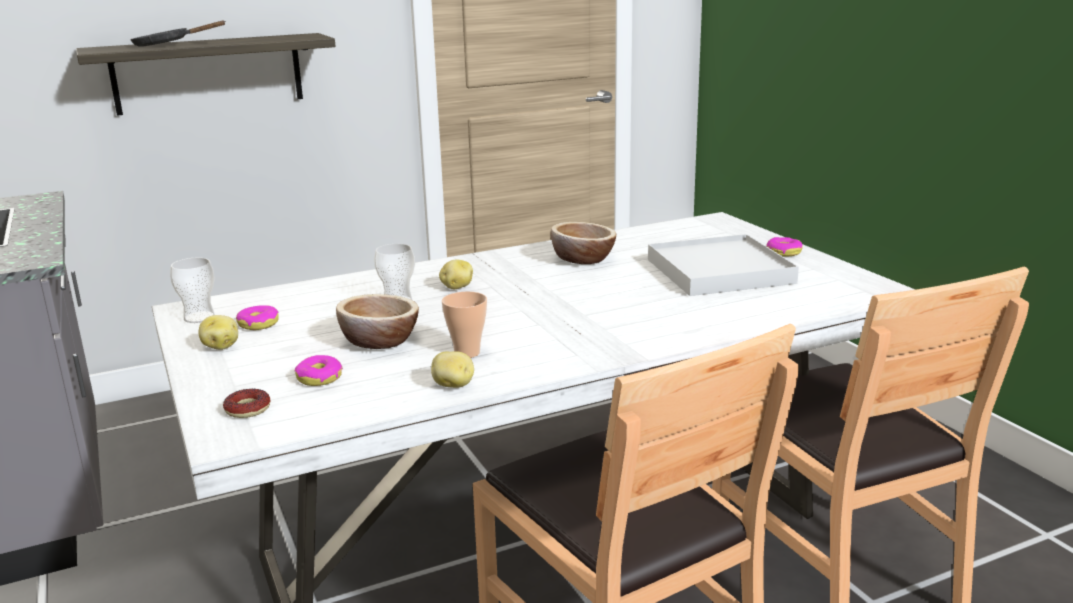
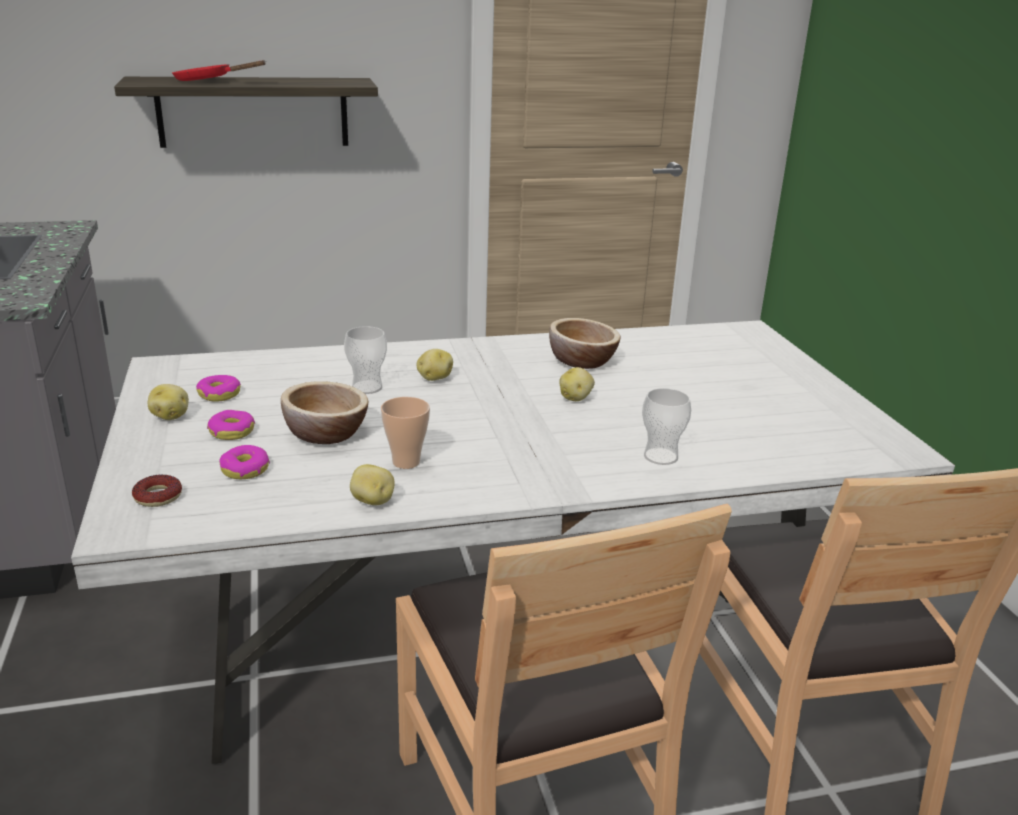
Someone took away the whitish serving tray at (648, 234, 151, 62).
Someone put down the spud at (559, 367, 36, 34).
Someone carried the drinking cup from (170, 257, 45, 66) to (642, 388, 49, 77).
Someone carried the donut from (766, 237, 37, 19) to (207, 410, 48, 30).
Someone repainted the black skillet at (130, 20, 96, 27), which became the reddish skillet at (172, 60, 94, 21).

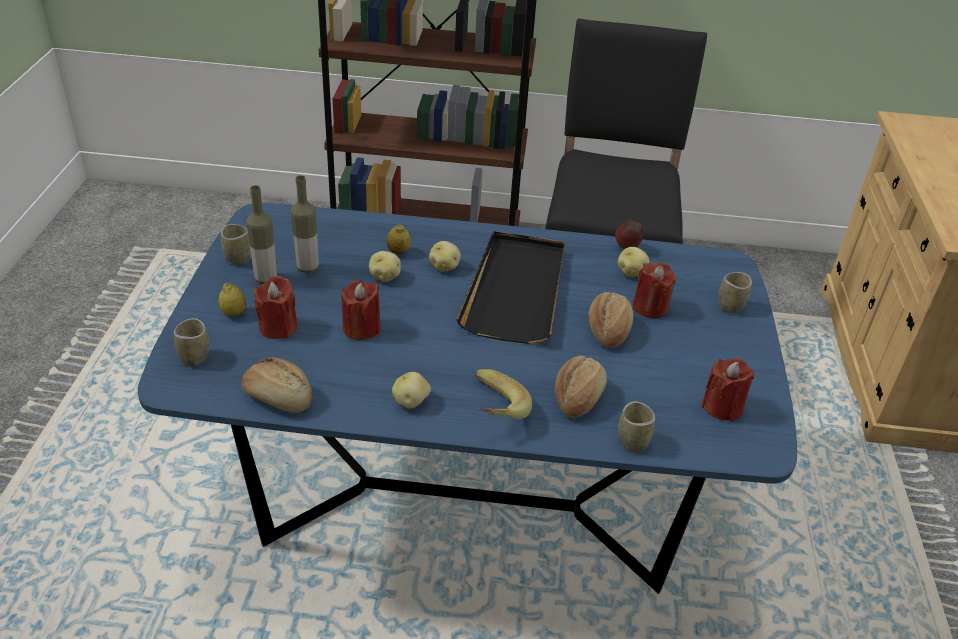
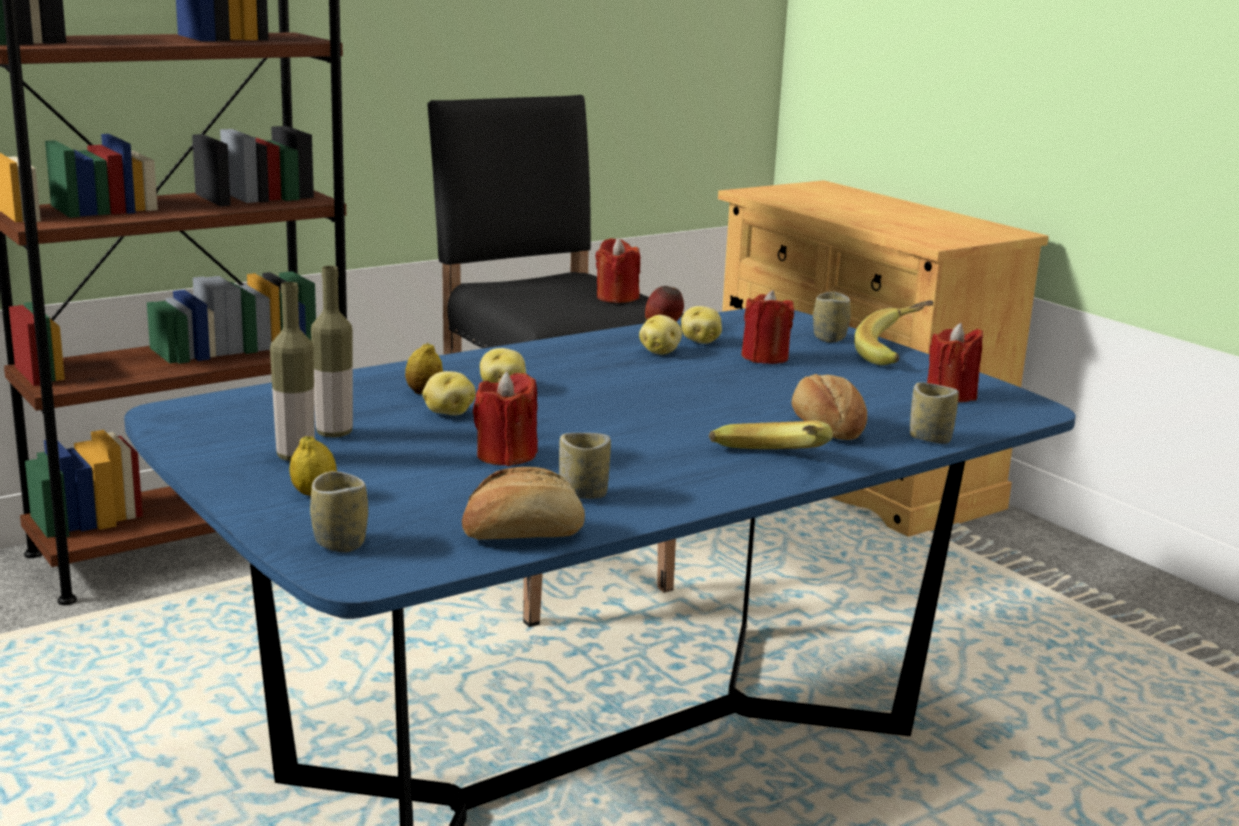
Someone took away the black serving tray at (457, 231, 107, 113).
Someone took away the baked bread at (589, 292, 44, 56).
Someone put down the banana at (854, 300, 79, 65).
Someone carried the drinking cup from (221, 224, 30, 41) to (559, 433, 52, 66).
Someone carried the reddish candle from (254, 276, 44, 63) to (595, 238, 45, 65).
Someone carried the spud from (392, 372, 39, 37) to (639, 315, 43, 39).

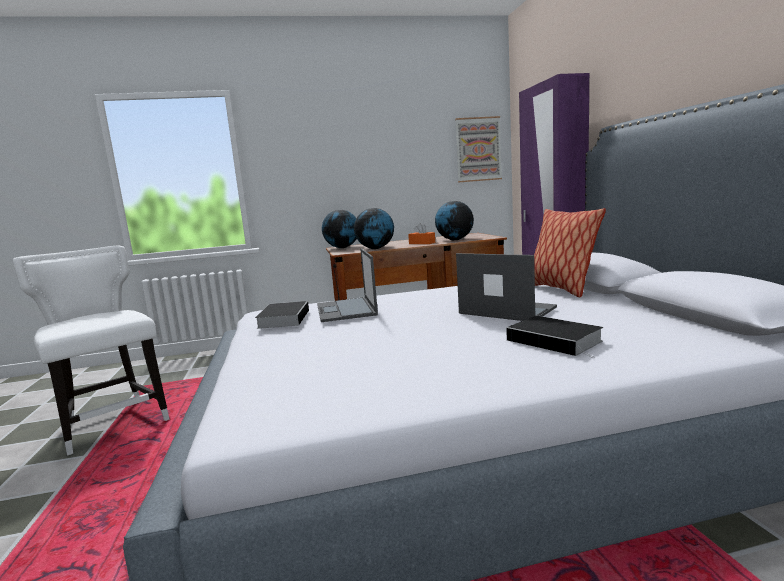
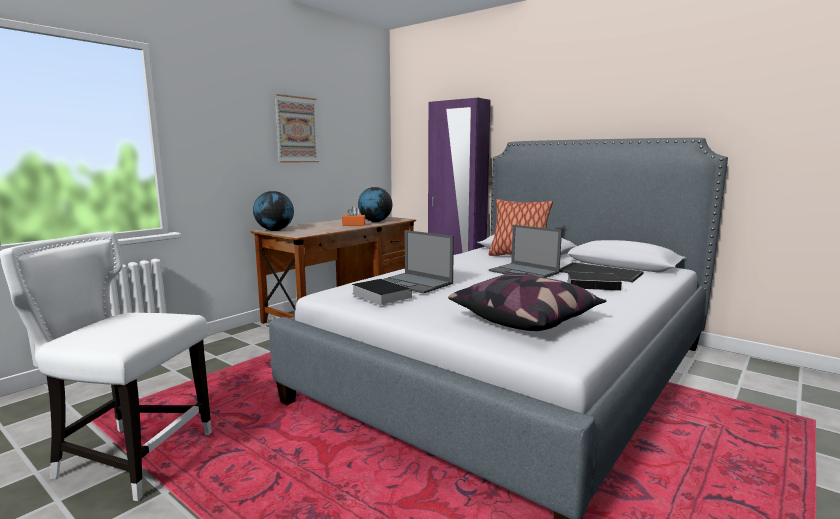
Someone took away the desk globe at (354, 208, 40, 41).
Someone put down the cushion at (448, 273, 159, 58).
Someone put down the serving tray at (560, 262, 84, 20).
Someone carried the picture from (455, 116, 47, 66) to (274, 94, 45, 69).
Someone rotated the notebook computer at (456, 253, 101, 68) by 135 degrees counterclockwise.

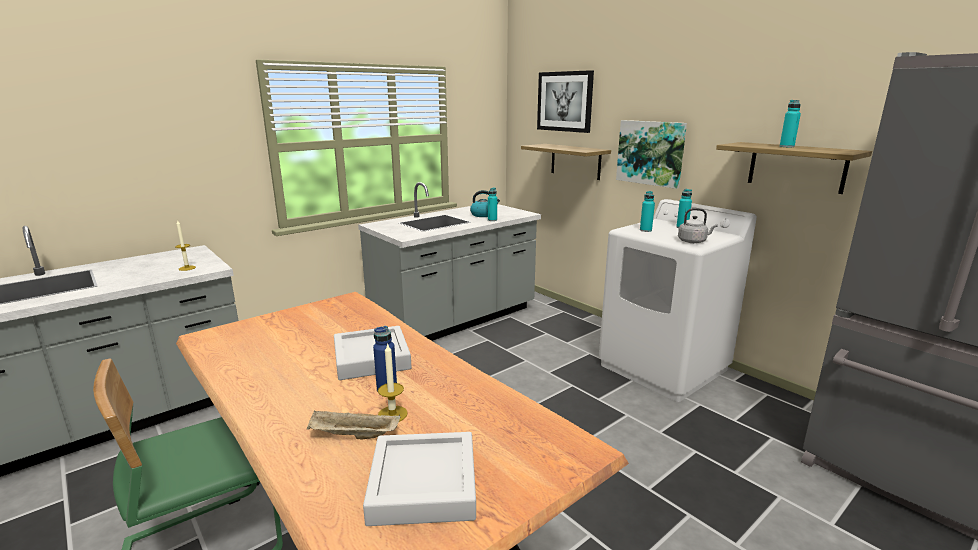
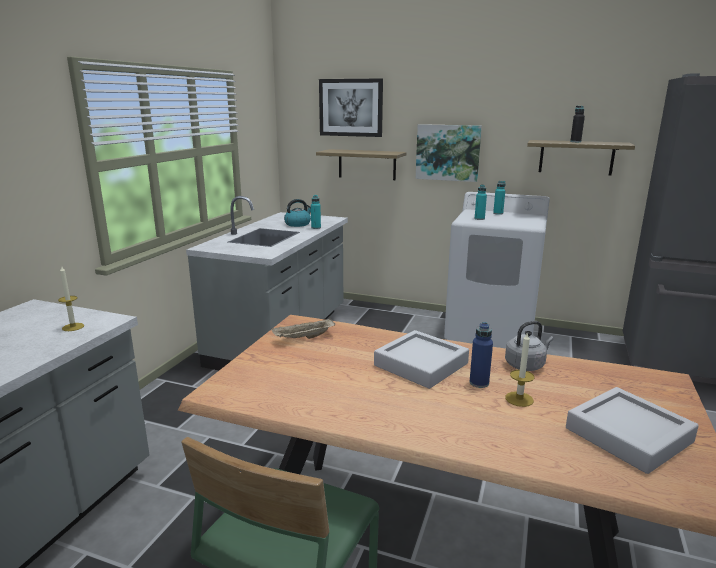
Someone carried the beige-coloured serving tray from (307, 410, 93, 30) to (271, 318, 64, 21).
Someone carried the grey kettle from (678, 208, 40, 35) to (505, 321, 49, 50).
Someone repainted the blue-green drink bottle at (780, 100, 21, 47), which became the black drink bottle at (570, 106, 15, 36).

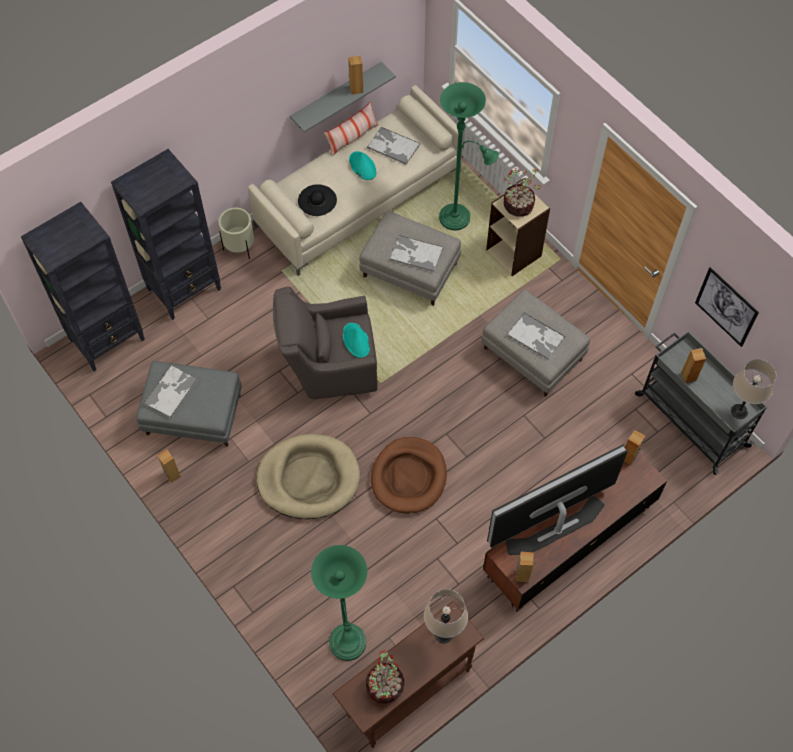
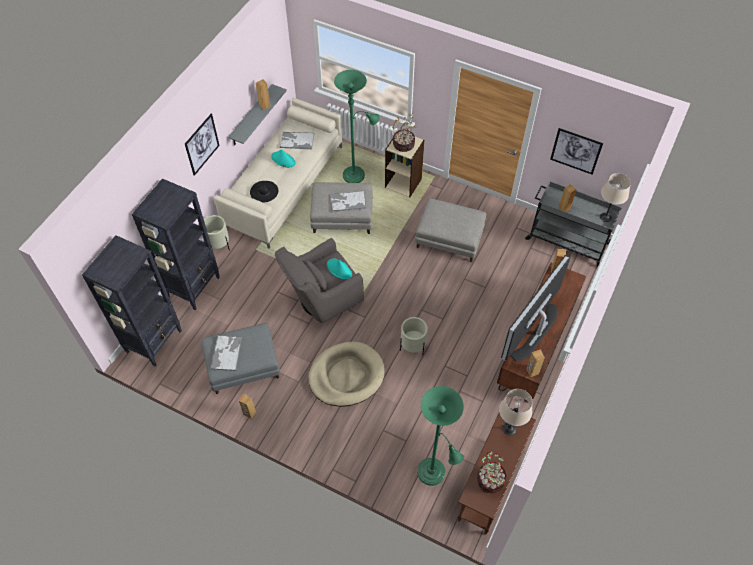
Someone took away the cushion at (324, 102, 54, 54).
Someone took away the serving tray at (507, 312, 58, 48).
Someone put up the picture at (185, 113, 35, 63).
Someone swapped the brown dog bed at (371, 437, 76, 76) for the beige-coloured plant pot at (400, 317, 28, 38).

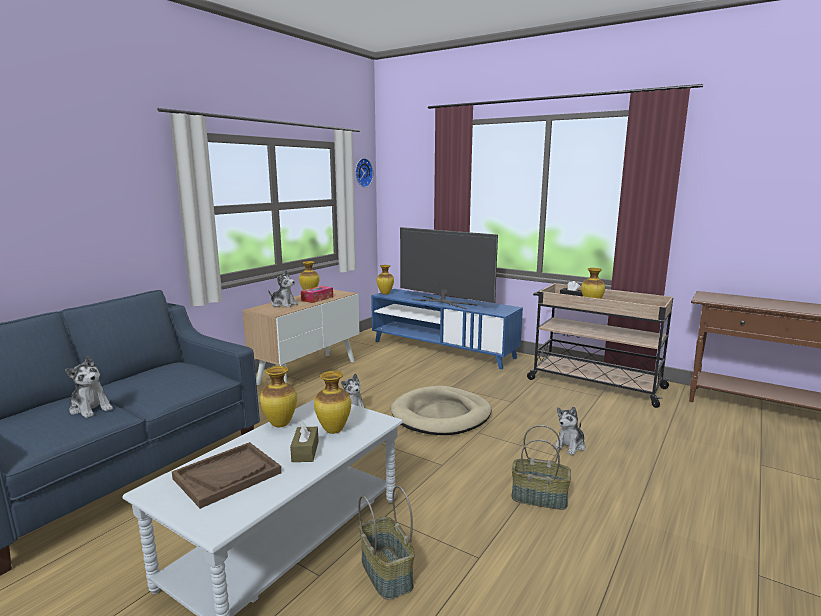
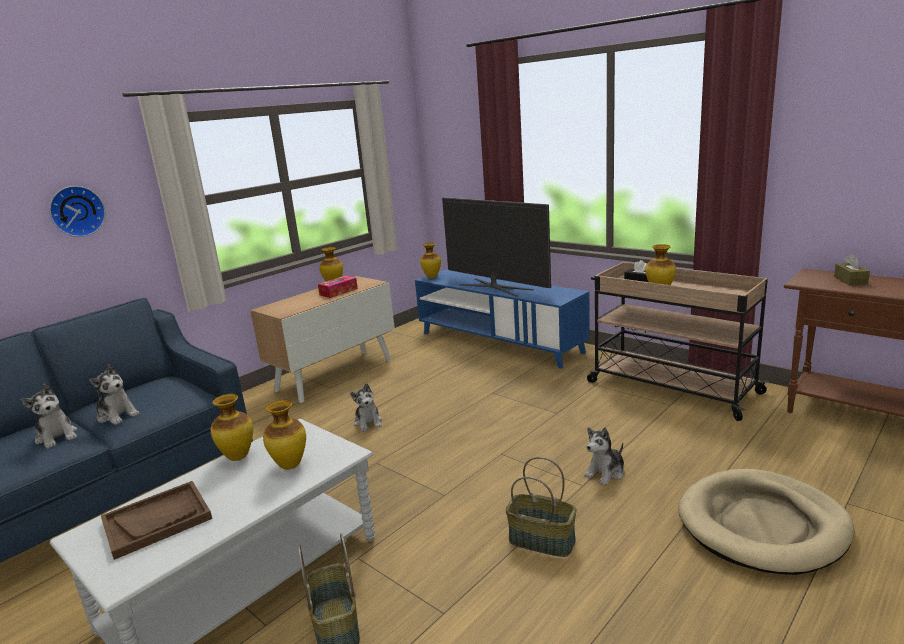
Someone carried the soft toy from (268, 270, 30, 38) to (89, 364, 51, 61).
Someone carried the brown tissue holder from (290, 420, 29, 42) to (834, 254, 36, 32).
Someone carried the wall clock from (355, 158, 18, 29) to (49, 186, 57, 51).
Someone carried the beige-coloured dog bed from (391, 386, 101, 49) to (678, 469, 177, 106).

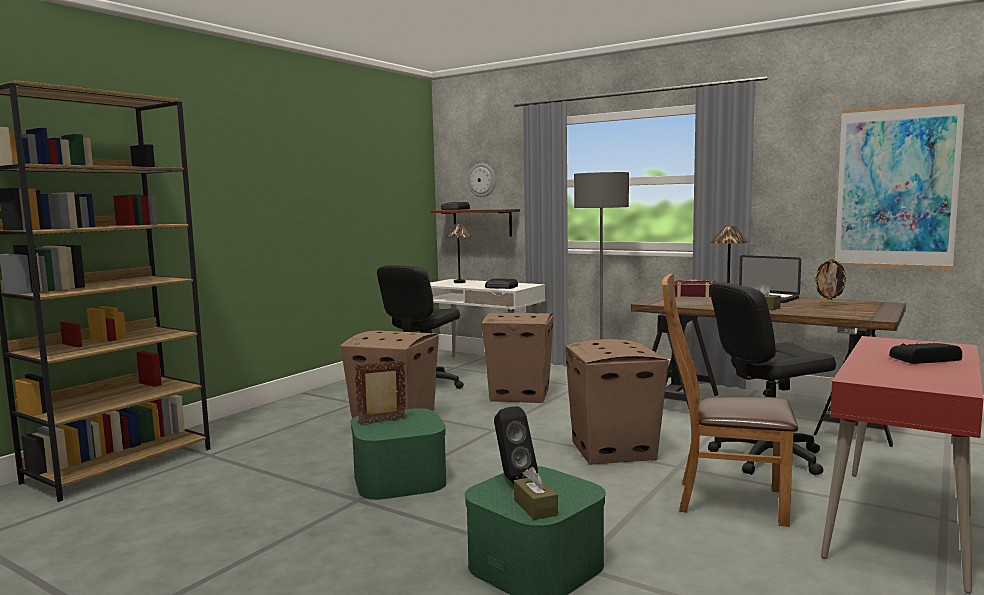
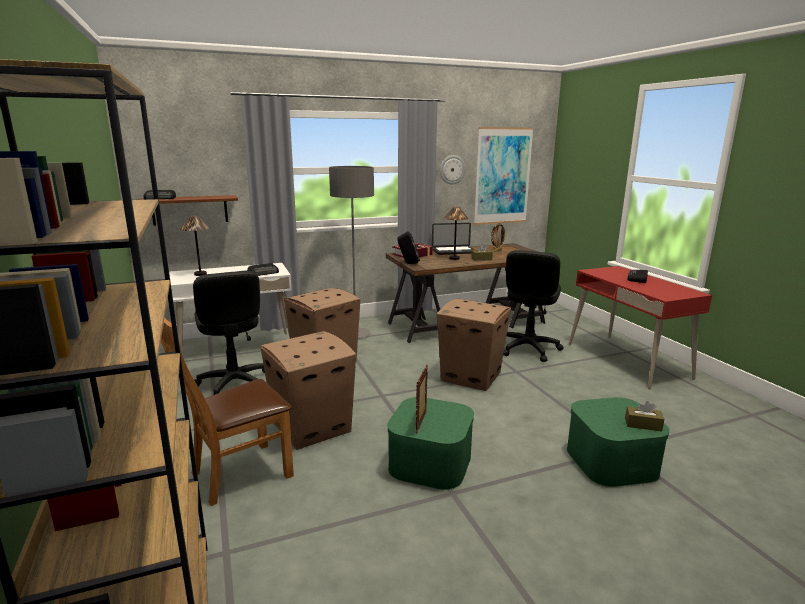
Someone carried the wall clock from (468, 163, 28, 34) to (440, 155, 26, 29).
Someone carried the black loudspeaker from (494, 406, 44, 78) to (397, 231, 23, 33).
Someone carried the brown upright chair from (662, 274, 136, 253) to (161, 318, 133, 188).

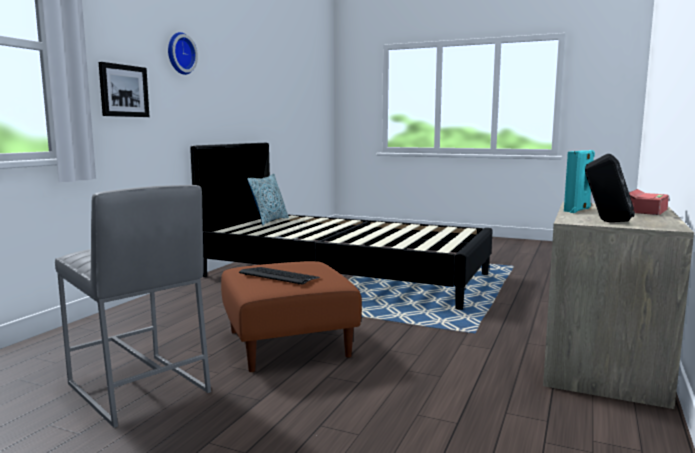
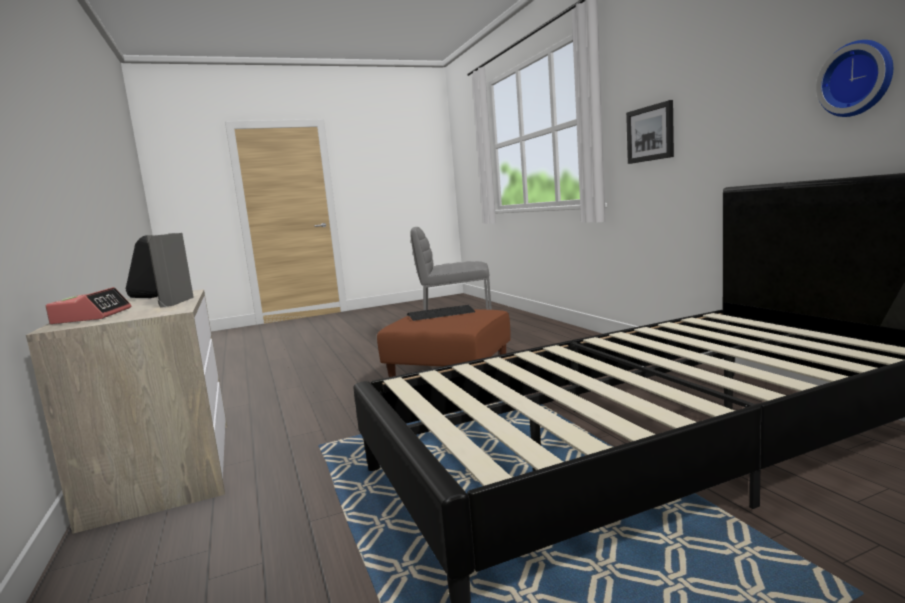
Someone took away the cushion at (247, 174, 42, 51).
Someone carried the wall clock from (168, 32, 30, 43) to (816, 40, 77, 77).
Someone repainted the blue-green loudspeaker at (564, 150, 31, 63), which became the grey loudspeaker at (146, 233, 48, 75).

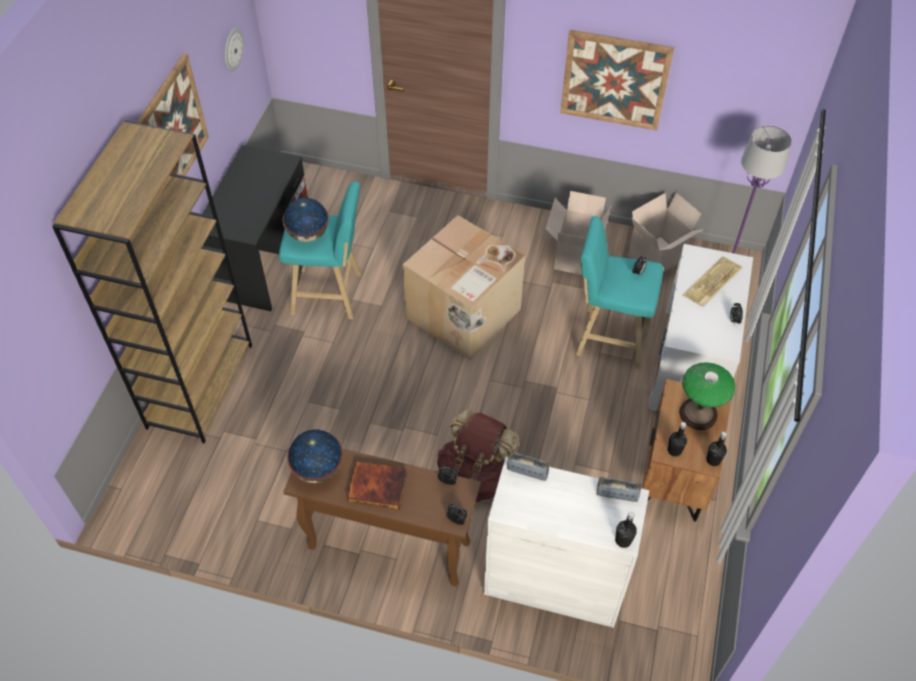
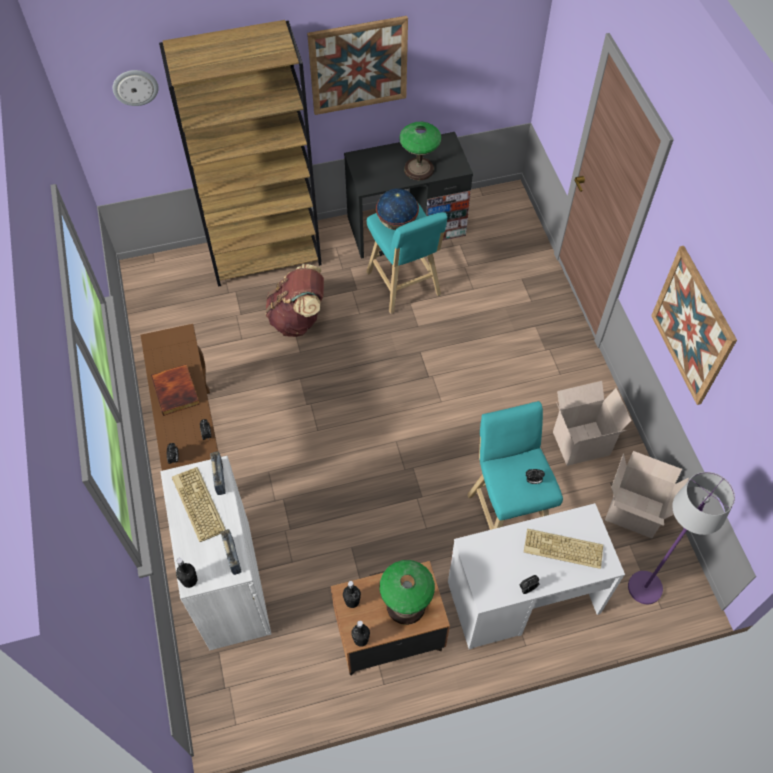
Someone took away the desk globe at (287, 429, 56, 54).
Someone took away the carton at (403, 215, 122, 145).
Someone put down the computer keyboard at (172, 467, 54, 75).
Someone put down the tabletop lamp at (399, 122, 42, 59).
Someone carried the wall clock from (224, 27, 19, 45) to (113, 70, 46, 36).
Someone carried the brown backpack from (437, 410, 83, 93) to (266, 264, 58, 73).

